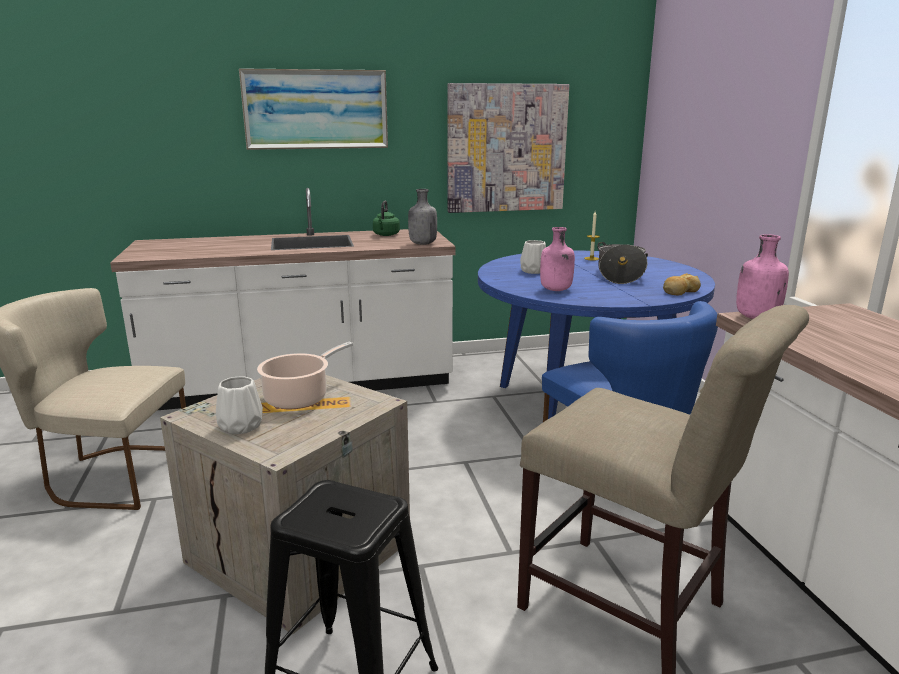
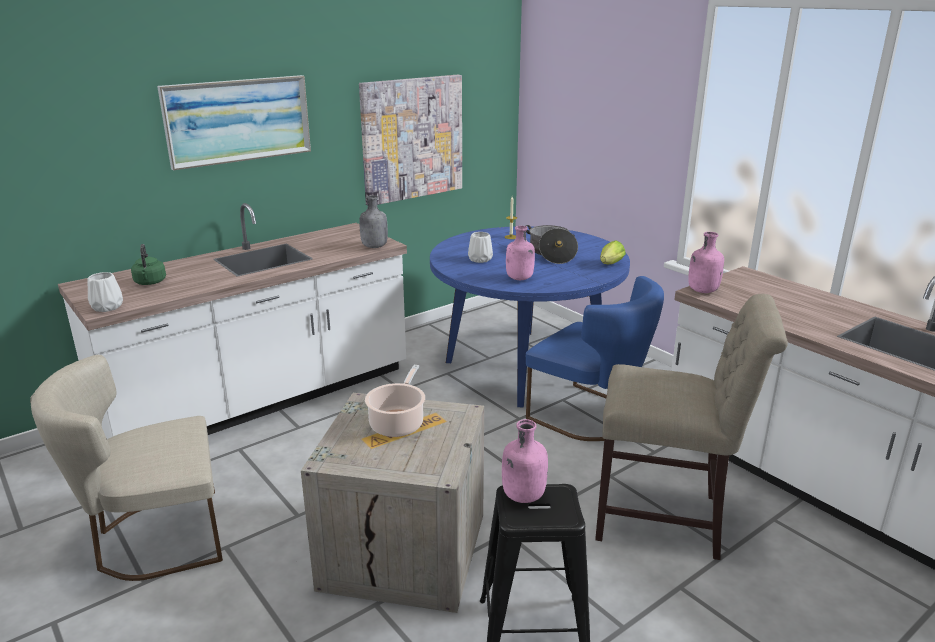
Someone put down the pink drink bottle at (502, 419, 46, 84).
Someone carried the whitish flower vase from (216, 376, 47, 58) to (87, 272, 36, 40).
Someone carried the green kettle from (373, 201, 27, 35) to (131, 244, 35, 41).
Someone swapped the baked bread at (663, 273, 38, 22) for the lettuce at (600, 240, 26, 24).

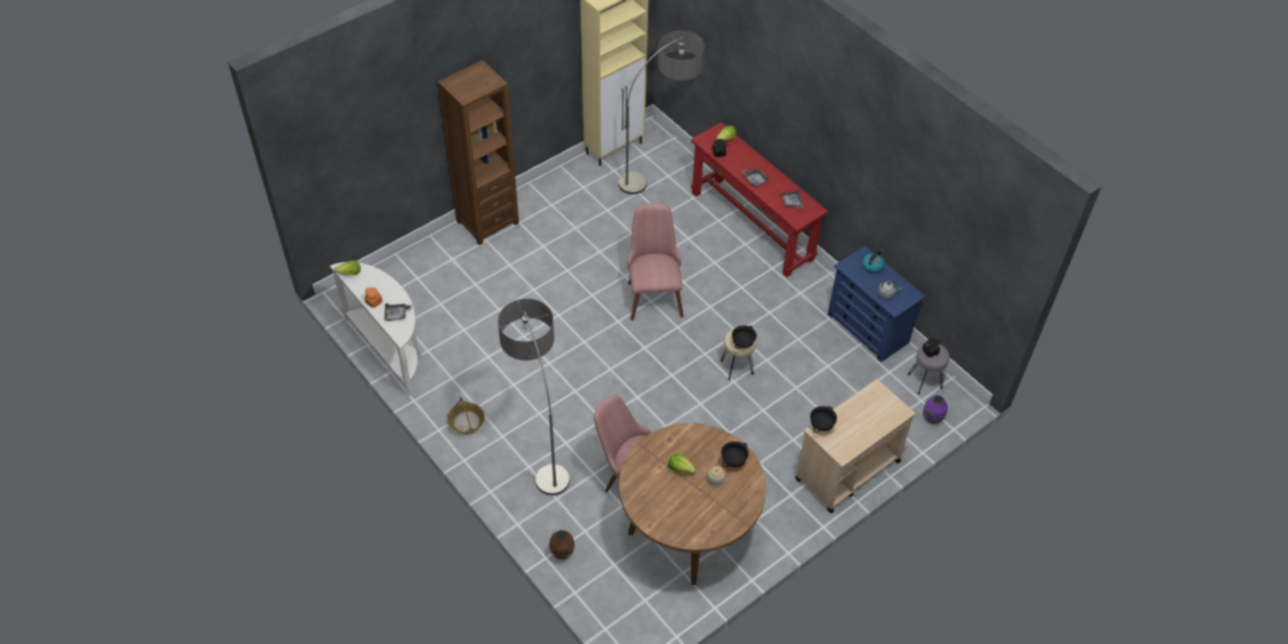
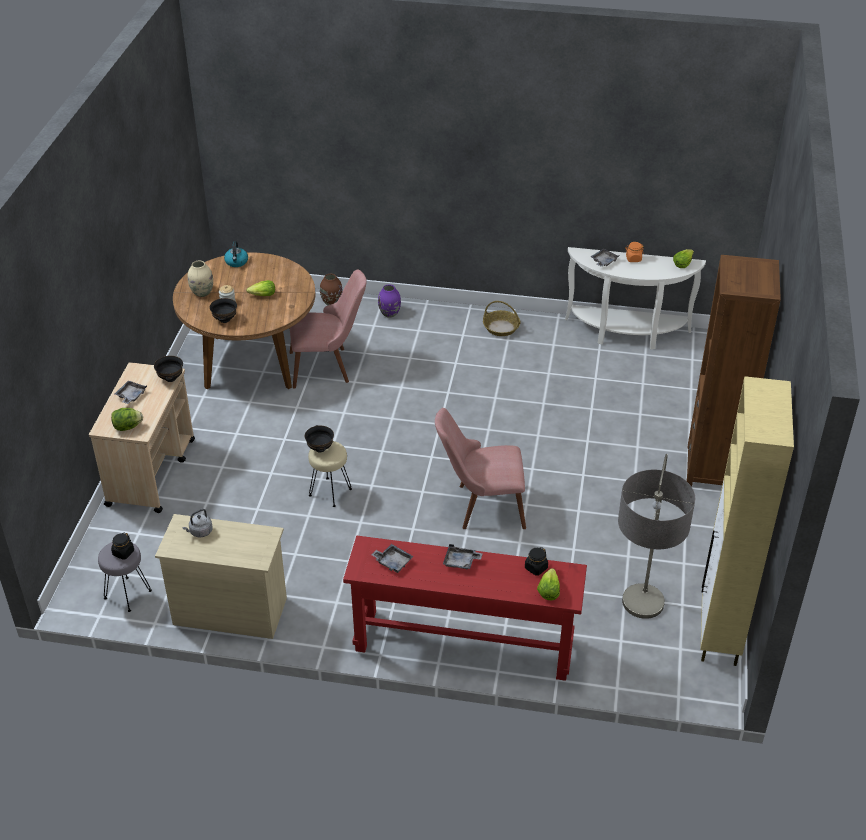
Someone took away the standard lamp at (498, 299, 72, 196).
Someone put down the lettuce at (111, 408, 32, 23).
Someone put down the grey serving tray at (115, 381, 32, 23).
Someone put down the beige-coloured flower vase at (188, 261, 25, 36).
Someone carried the kettle from (862, 249, 23, 24) to (224, 241, 24, 26).
Someone carried the purplish flower vase from (923, 395, 25, 29) to (378, 284, 23, 34).
Someone repainted the blue-coloured dresser at (827, 246, 99, 116), which became the beige-coloured dresser at (155, 514, 132, 125).
Someone rotated the pink upright chair at (627, 203, 57, 118) by 135 degrees clockwise.

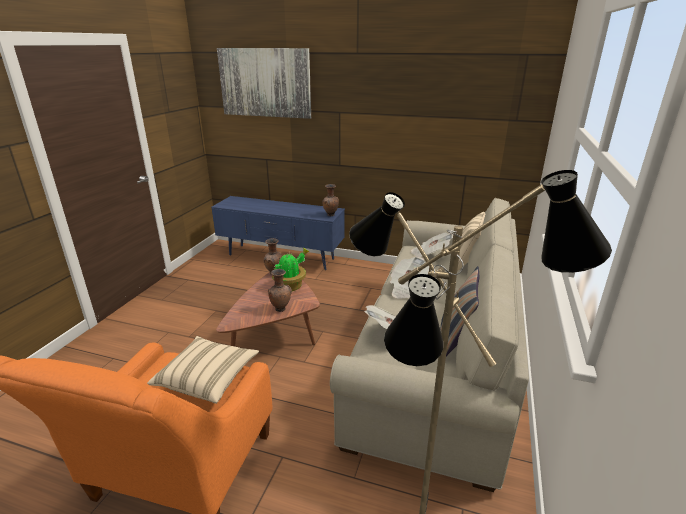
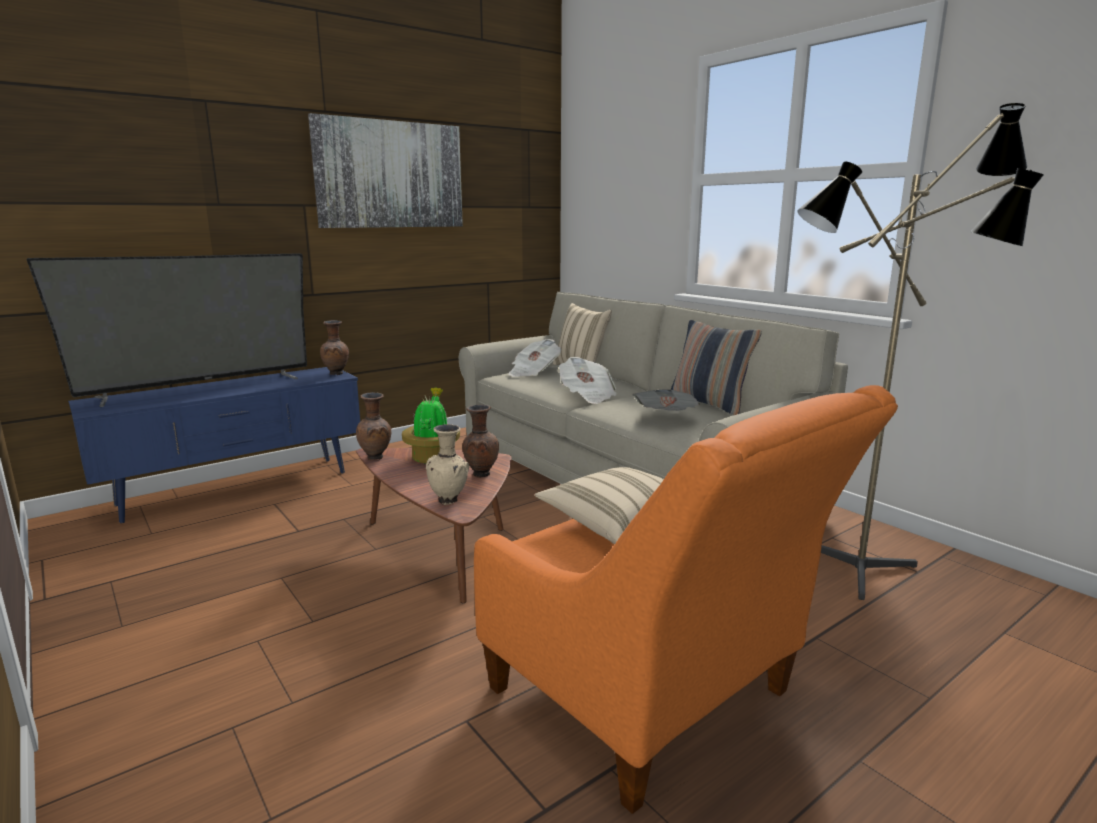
Someone put down the TV set at (26, 253, 281, 154).
Someone put down the beige-coloured flower vase at (426, 424, 43, 81).
Someone carried the picture from (217, 48, 94, 71) to (308, 113, 155, 115).

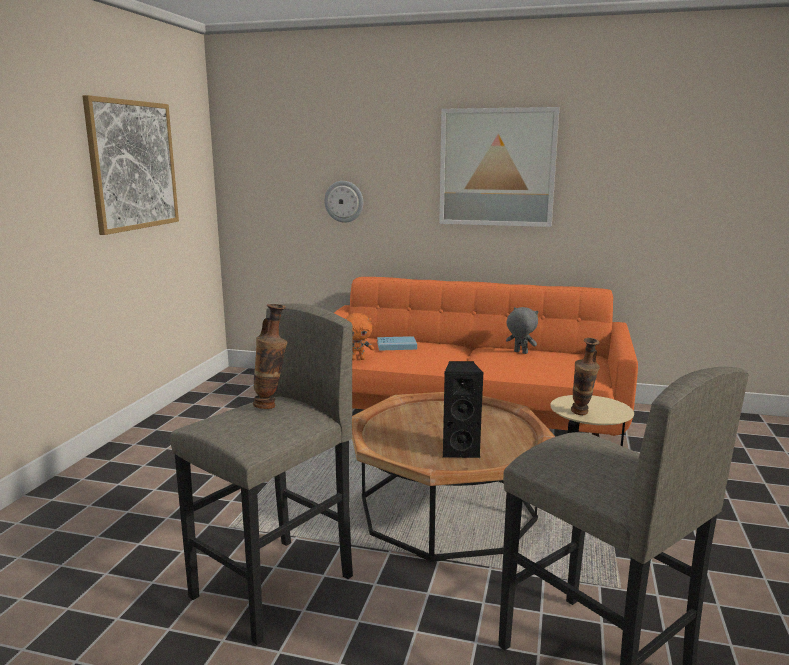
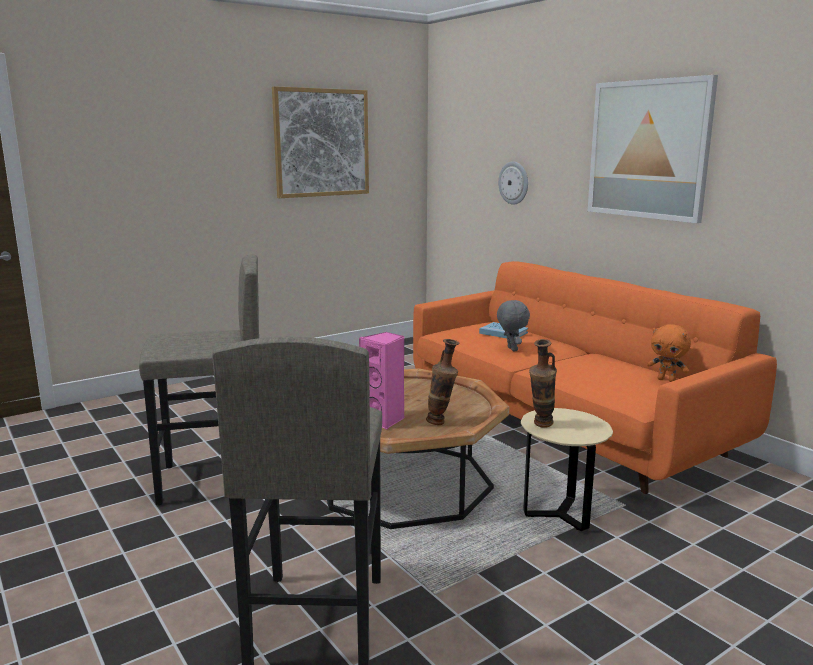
Someone carried the flower vase from (253, 304, 35, 105) to (426, 339, 33, 86).
Someone carried the orange soft toy from (344, 313, 30, 47) to (647, 324, 44, 58).
Someone carried the grey soft toy from (506, 307, 33, 47) to (497, 300, 33, 51).
Someone repainted the black loudspeaker at (442, 361, 41, 97), which became the pink loudspeaker at (359, 332, 45, 98).

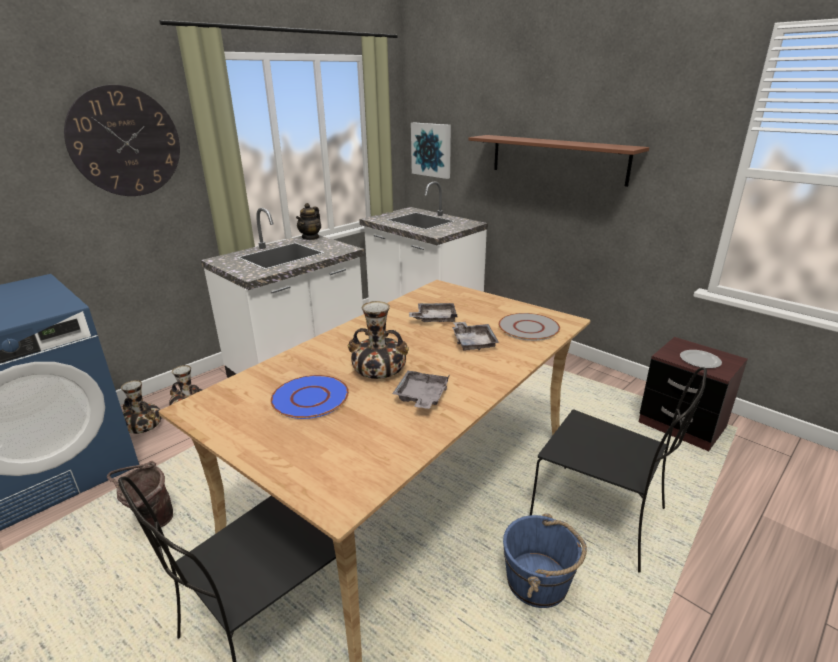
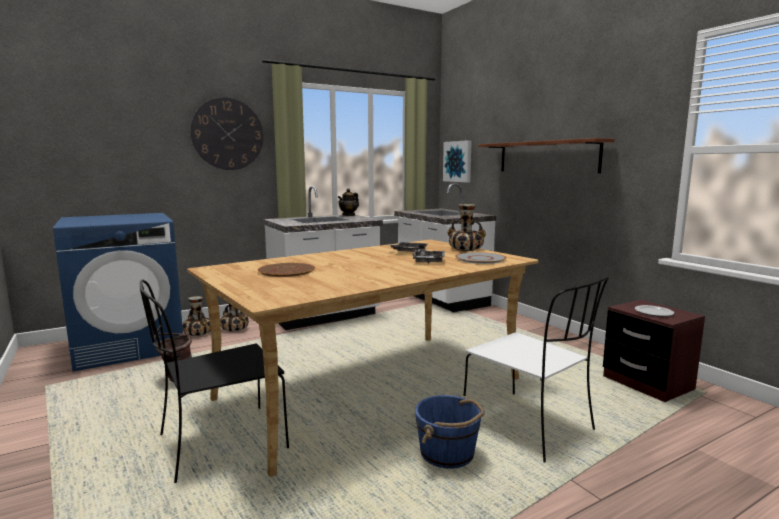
Someone took away the grey serving tray at (392, 371, 58, 38).
Someone carried the flower vase from (348, 301, 61, 78) to (447, 204, 39, 47).
Someone repainted the blue-coloured dinner plate at (270, 375, 79, 44), which became the brown dinner plate at (258, 263, 57, 14).
Someone repainted the black upright chair at (530, 367, 177, 206), which became the whitish upright chair at (463, 277, 146, 186).

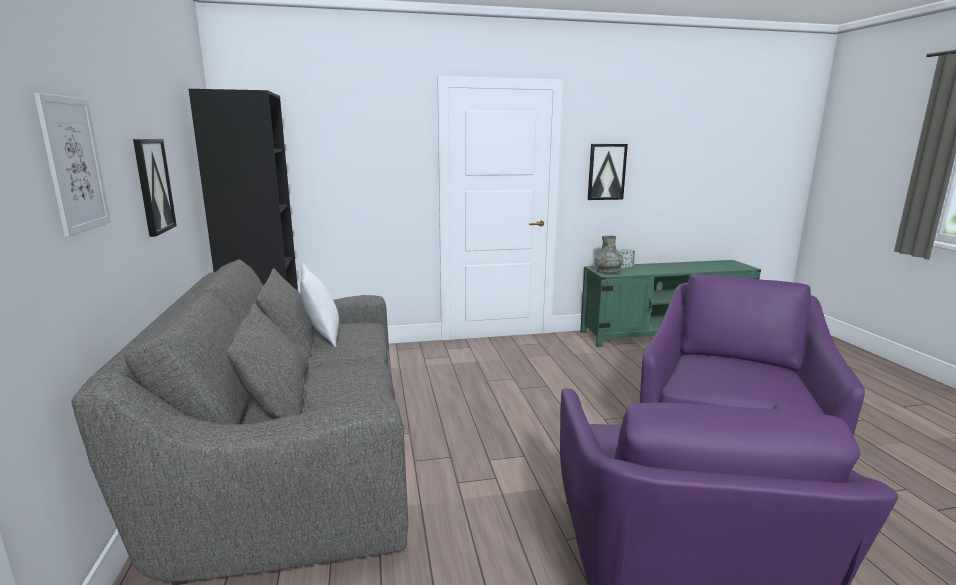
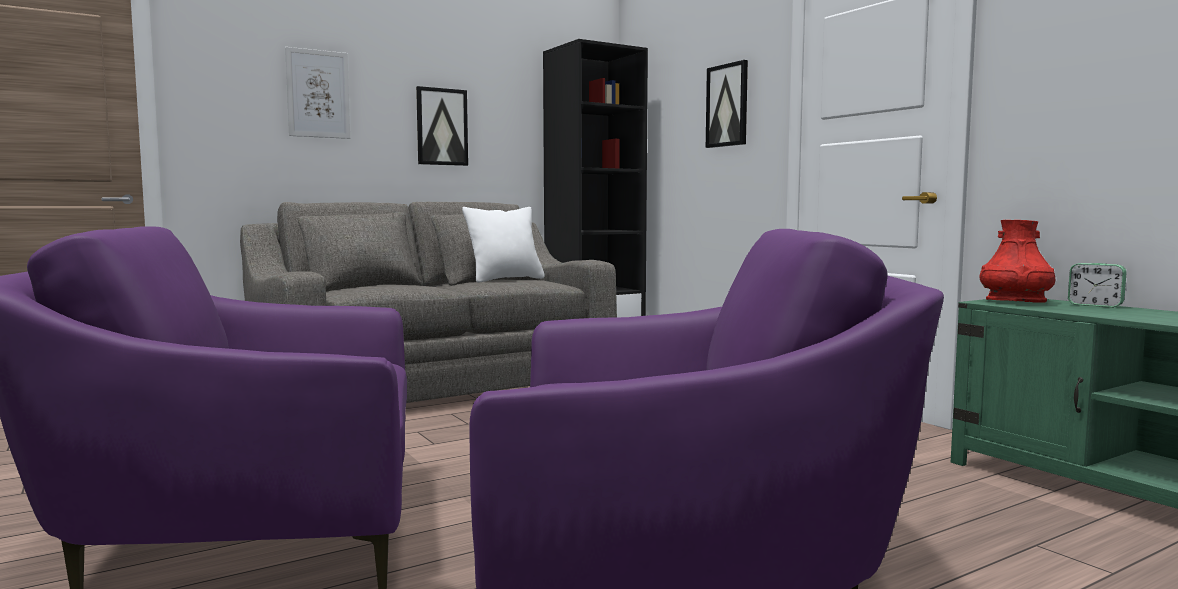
Someone carried the picture from (588, 144, 40, 56) to (706, 60, 42, 88).
Someone repainted the grey flower vase at (594, 236, 30, 37), which became the reddish flower vase at (979, 220, 76, 83).

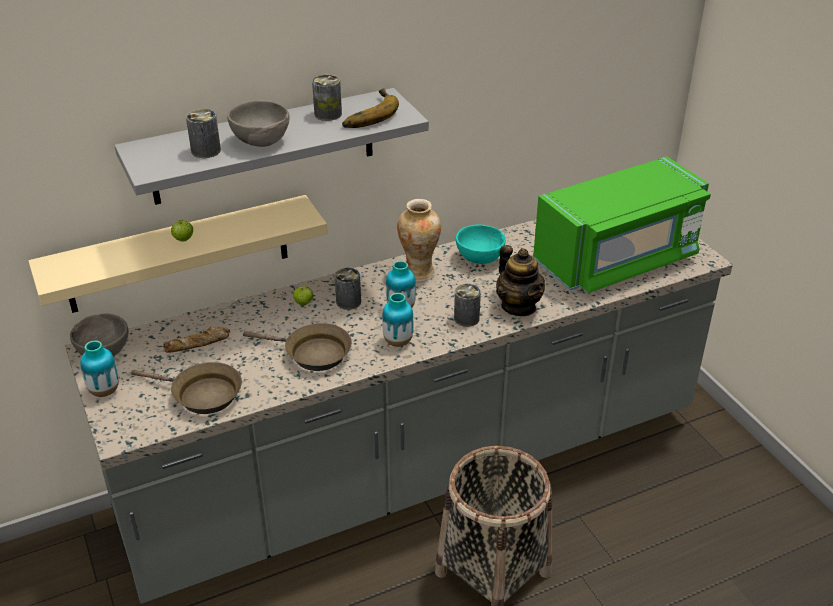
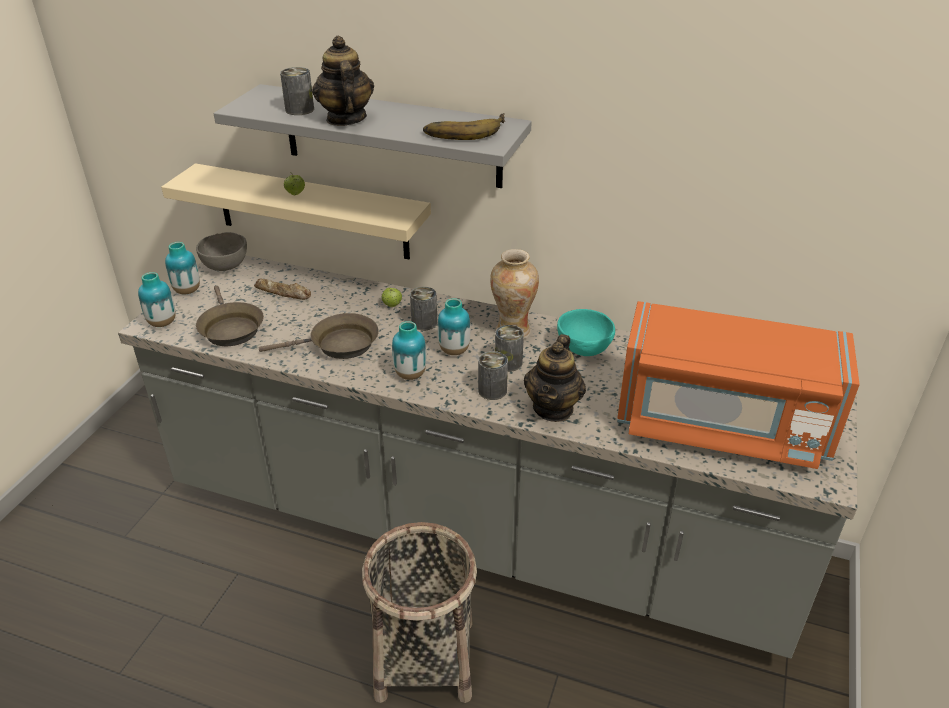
Someone put down the flower vase at (138, 272, 38, 55).
Someone carried the metal can from (312, 75, 30, 46) to (495, 325, 29, 47).
Someone swapped the grey serving bowl at (227, 100, 63, 47) for the teapot at (312, 36, 62, 90).
Someone repainted the green microwave oven at (533, 156, 178, 137), which became the orange microwave oven at (617, 301, 243, 168).
Someone rotated the brown skillet at (243, 323, 109, 48) by 75 degrees counterclockwise.

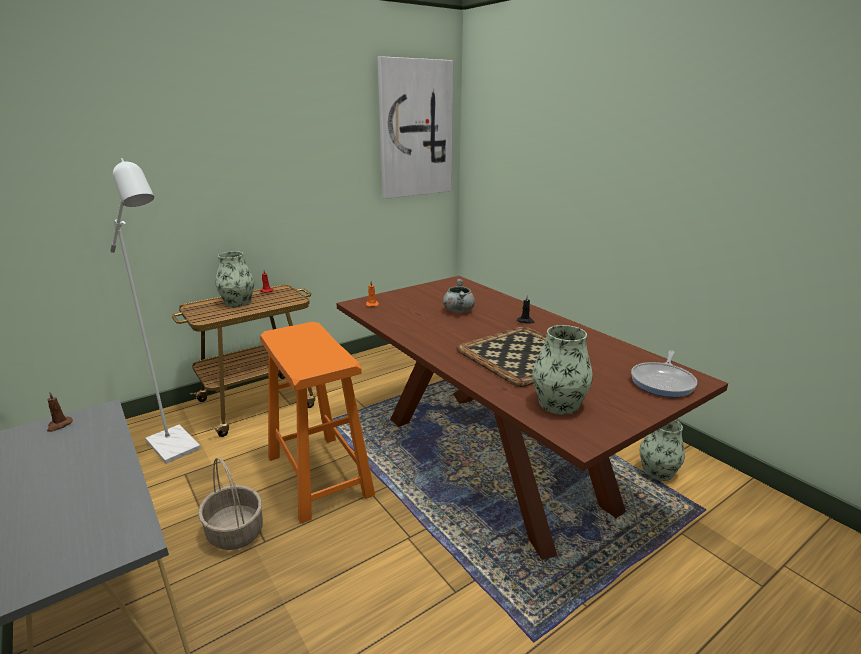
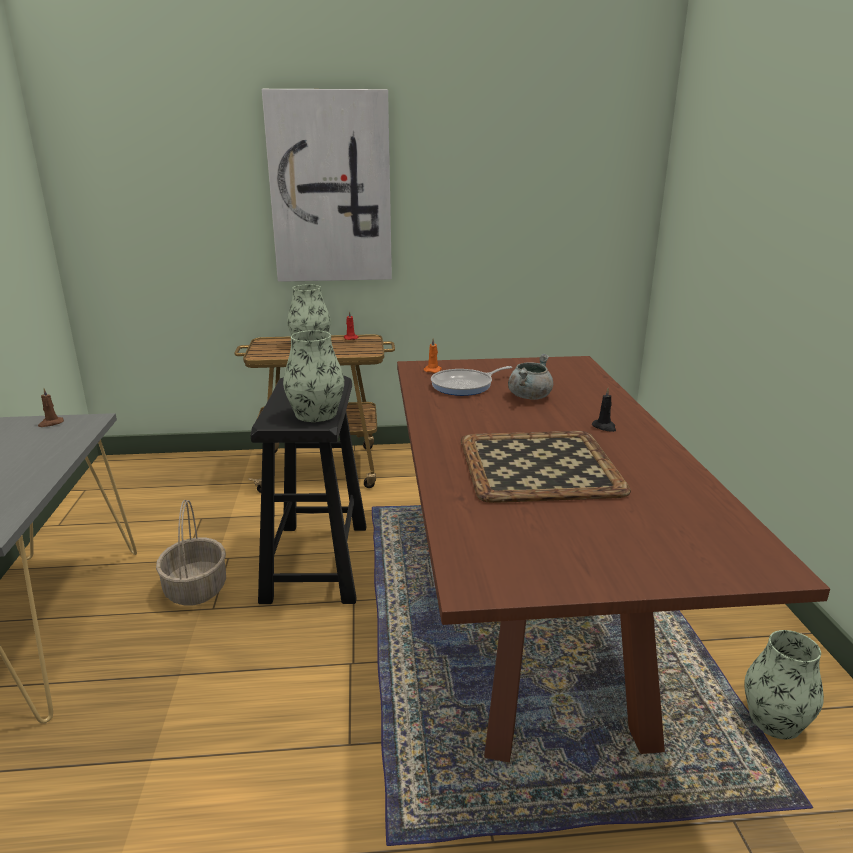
Someone took away the whitish standard lamp at (110, 158, 91, 306).
Someone carried the picture from (377, 56, 76, 143) to (262, 89, 130, 193).
Someone carried the flower vase from (533, 325, 60, 90) to (283, 330, 61, 92).
Someone carried the skillet from (631, 350, 66, 47) to (431, 366, 81, 30).
Someone repainted the orange sitting stool at (260, 322, 115, 202), which became the black sitting stool at (250, 376, 117, 228).

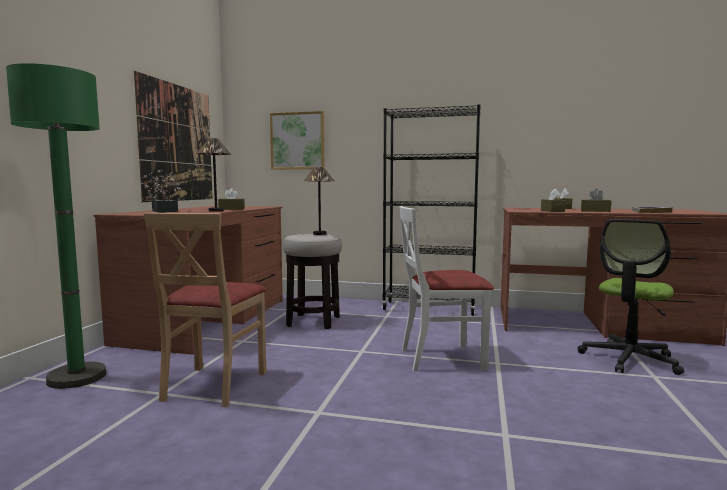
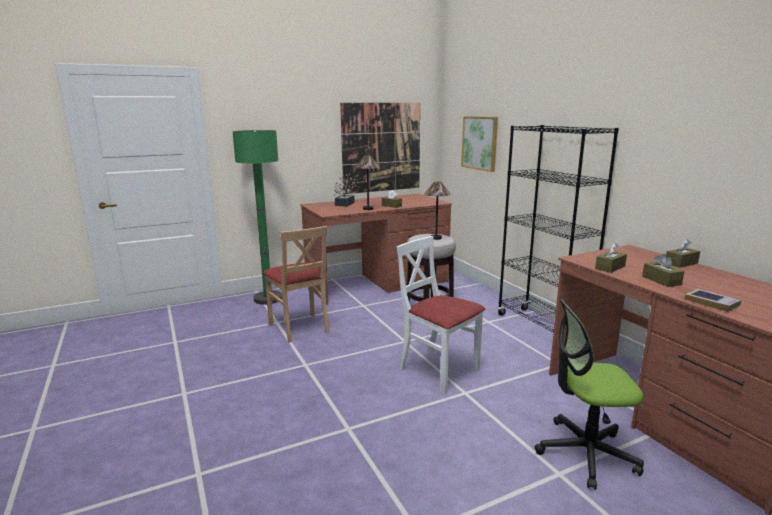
Someone rotated the beige-coloured upright chair at (144, 213, 123, 194) by 90 degrees counterclockwise.

